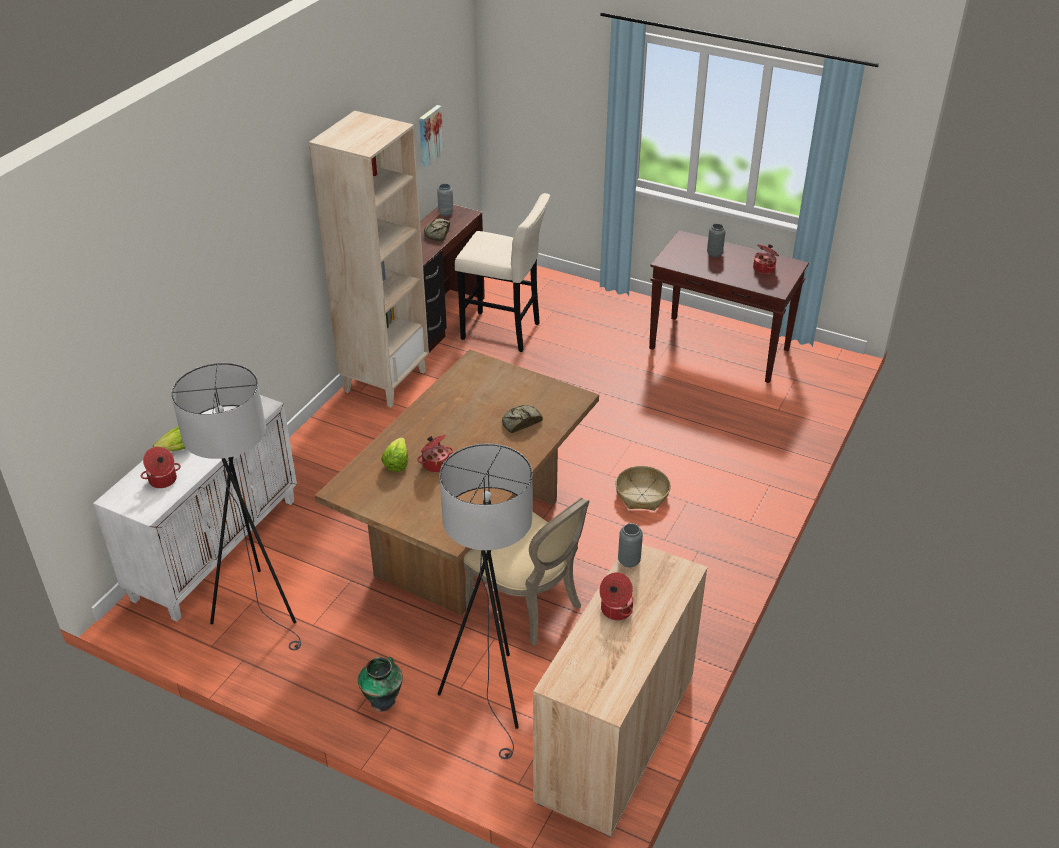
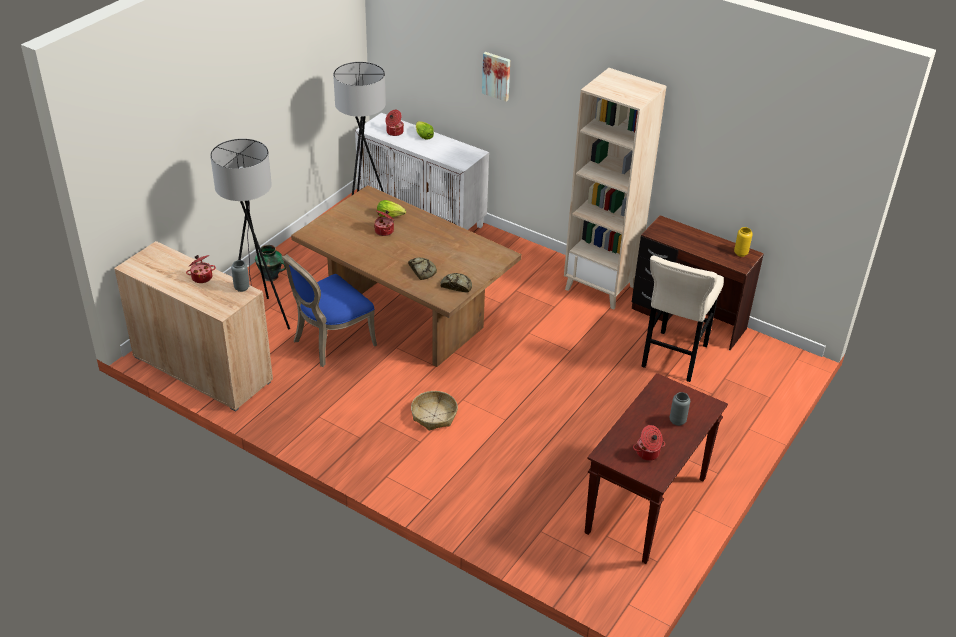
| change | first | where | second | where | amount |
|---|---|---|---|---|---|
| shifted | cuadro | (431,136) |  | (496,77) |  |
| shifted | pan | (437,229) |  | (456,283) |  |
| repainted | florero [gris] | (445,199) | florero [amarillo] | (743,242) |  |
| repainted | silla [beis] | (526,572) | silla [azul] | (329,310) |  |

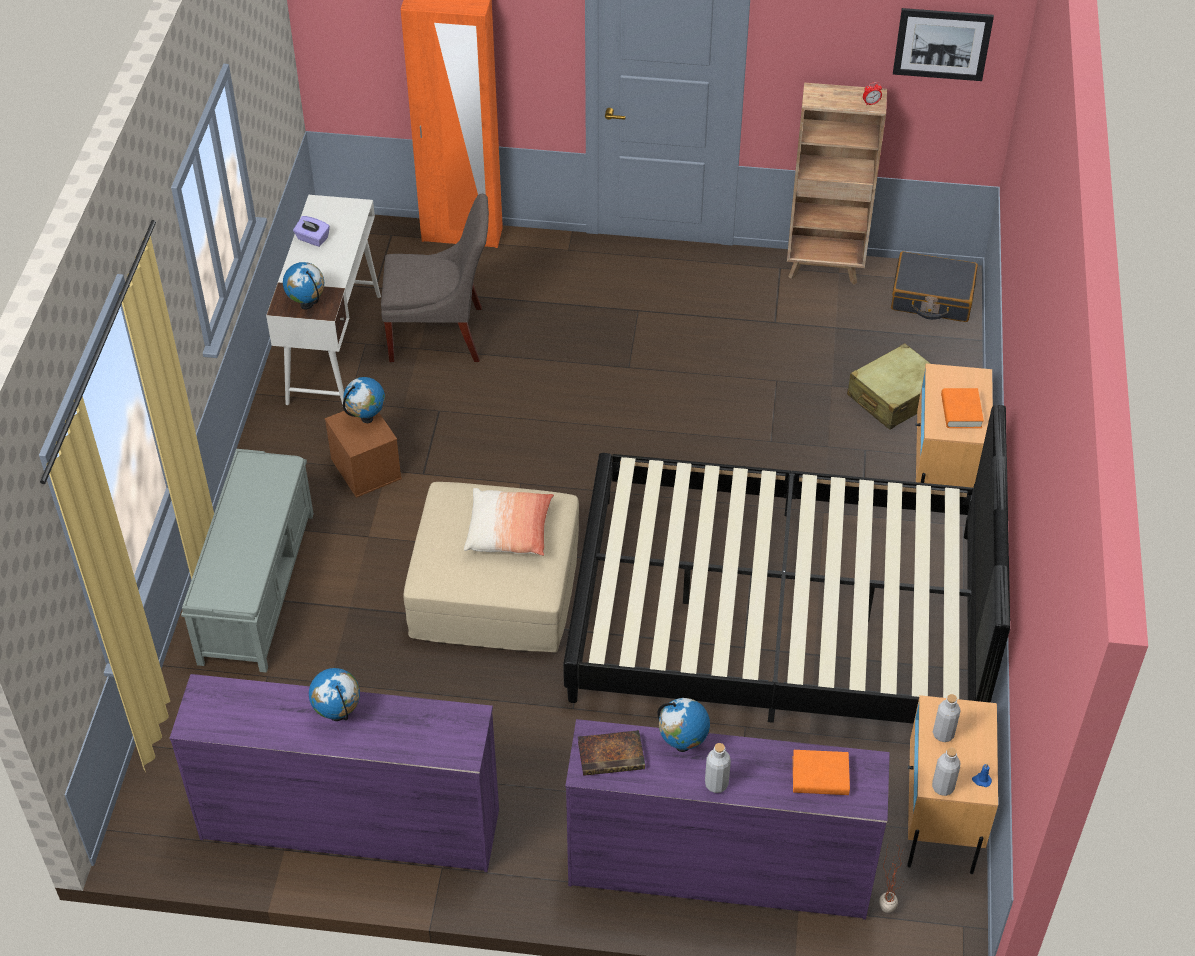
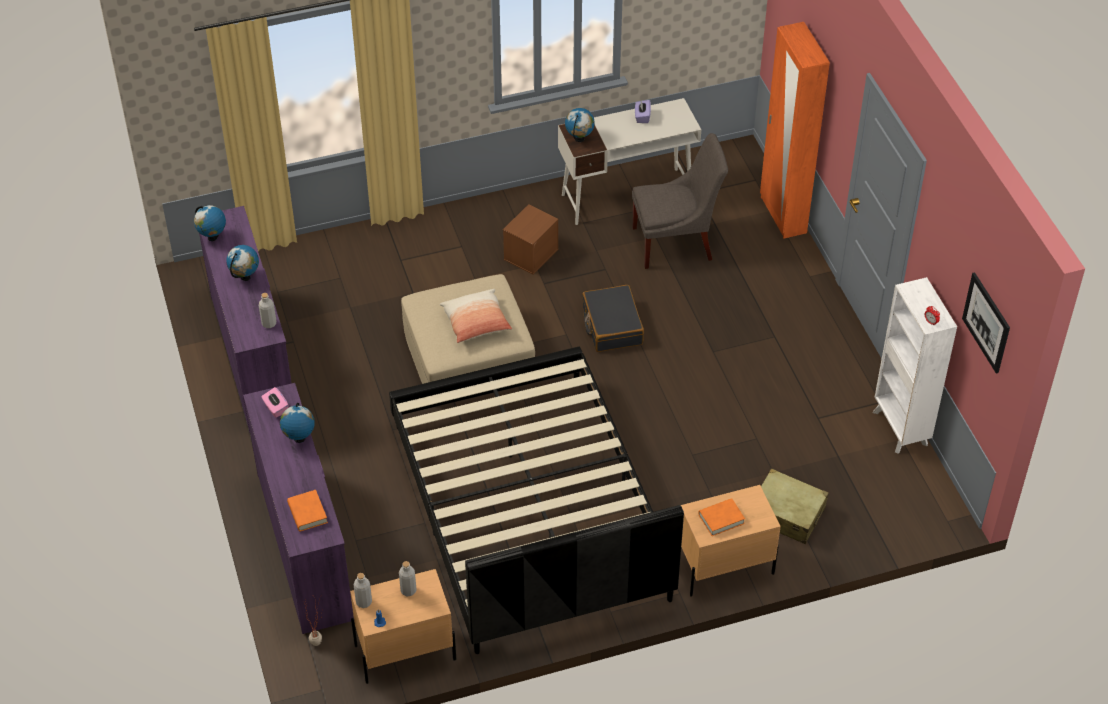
| change | first | where | second | where | amount |
|---|---|---|---|---|---|
| gone | banco [gris] | (247,561) |  |  |  |
| shifted | globo terráqueo | (364,400) |  | (210,223) |  |
| shifted | botella [gris] | (718,768) |  | (267,310) |  |
| shifted | maleta [negro] | (934,286) |  | (613,318) |  |
| swapped | libro | (611,753) | caja de pañuelos [rosa] | (274,402) |  |
| repainted | estantería [marrón] | (837,184) | estantería [blanco] | (915,365) |  |
| rotated | silla [gris] | (435,278) |  | (680,201) | 75 degrees counterclockwise |

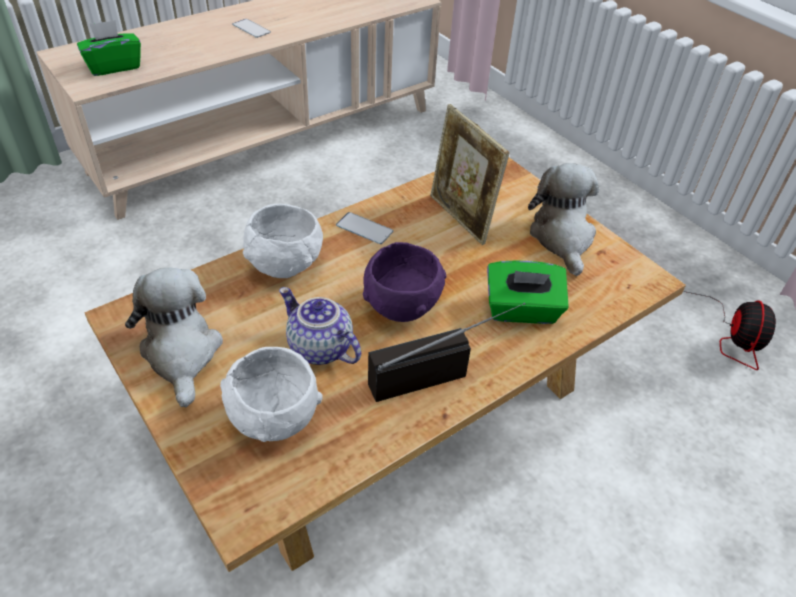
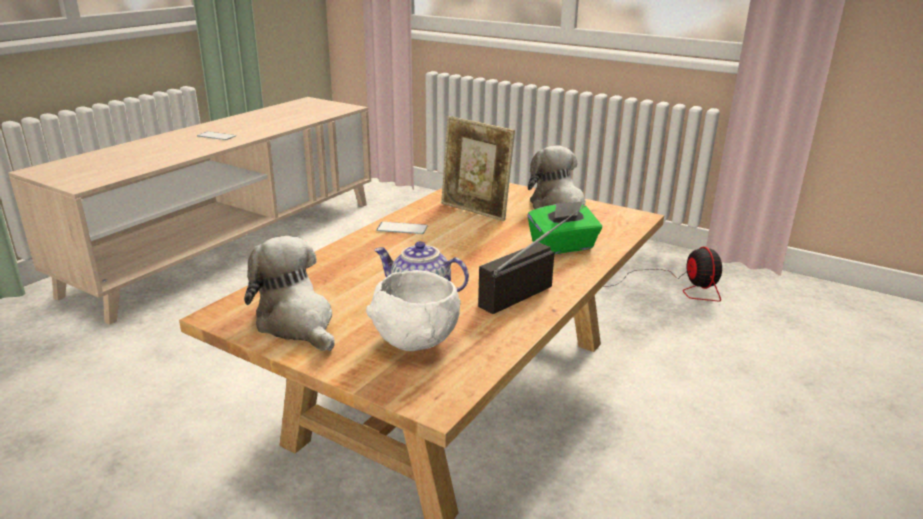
| change | first | where | second | where | amount |
|---|---|---|---|---|---|
| gone | caja de pañuelos [verde] | (109,48) |  |  |  |
| gone | cuenco [blanco] | (283,241) |  |  |  |
| gone | cuenco [morado] | (404,282) |  |  |  |

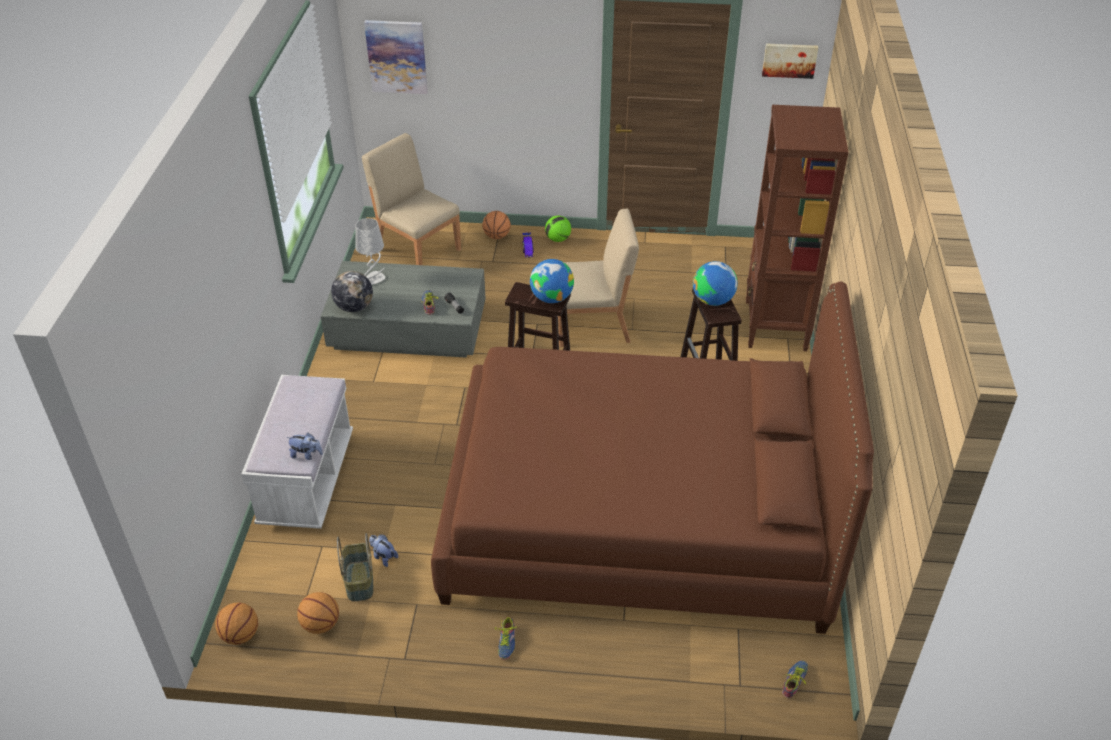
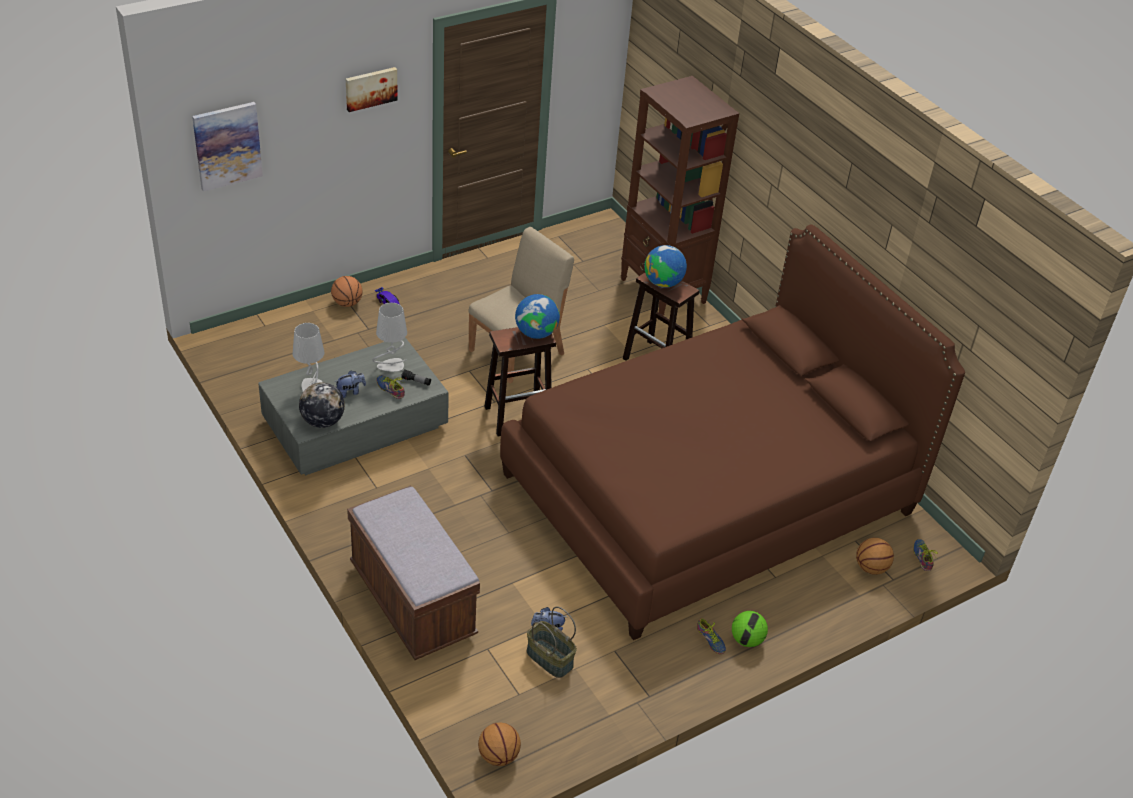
| change | first | where | second | where | amount |
|---|---|---|---|---|---|
| gone | silla [beis] | (411,199) |  |  |  |
| new |  |  | lámpara de mesa [gris] | (389,337) |  |
| shifted | peluche | (304,446) |  | (350,384) |  |
| shifted | balón de baloncesto | (318,613) |  | (875,556) |  |
| shifted | balón de fútbol | (558,228) |  | (750,629) |  |
| shifted | cuadro | (790,61) |  | (372,89) |  |
| repainted | banco [blanco] | (297,452) | banco [marrón] | (413,573) |  |

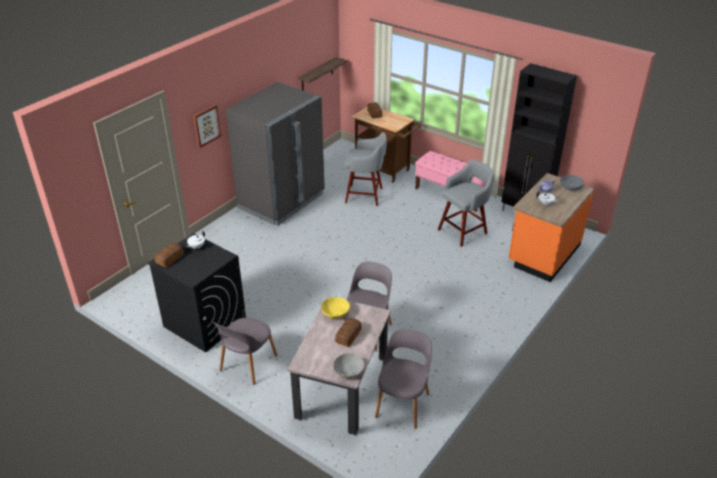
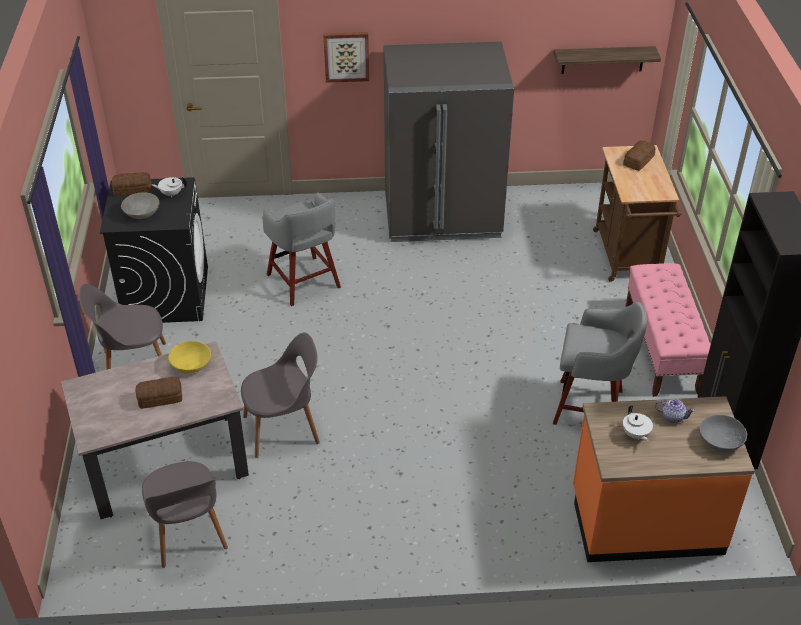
| change | first | where | second | where | amount |
|---|---|---|---|---|---|
| shifted | cuenco [gris] | (349,365) |  | (140,205) |  |
| shifted | taburete [gris] | (365,169) |  | (301,249) |  |
| rotated | silla [gris] | (403,379) |  | (185,514) | 90 degrees clockwise |

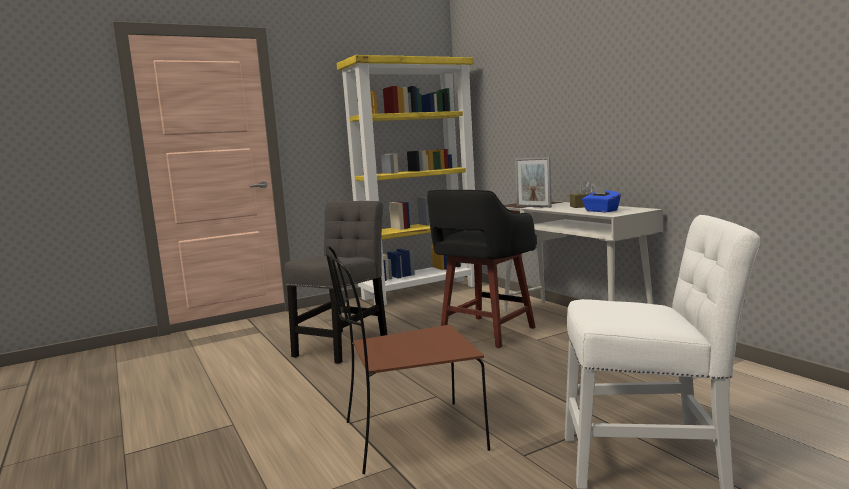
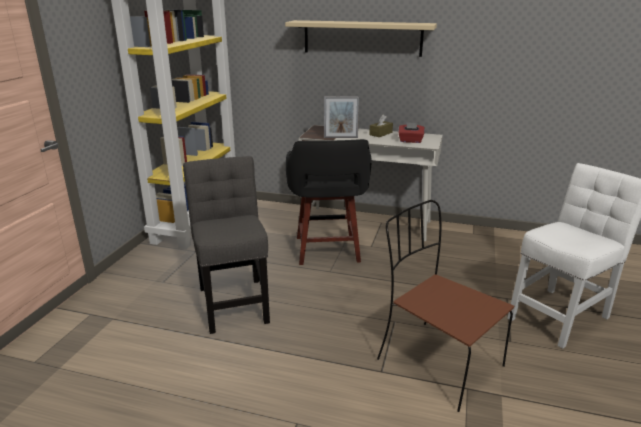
| change | first | where | second | where | amount |
|---|---|---|---|---|---|
| new |  |  | estante [beis] | (361,38) |  |
| repainted | caja de pañuelos [azul] | (601,199) | caja de pañuelos [rojo] | (412,132) |  |
| rotated | silla [marrón] | (408,360) |  | (445,306) | 105 degrees clockwise |

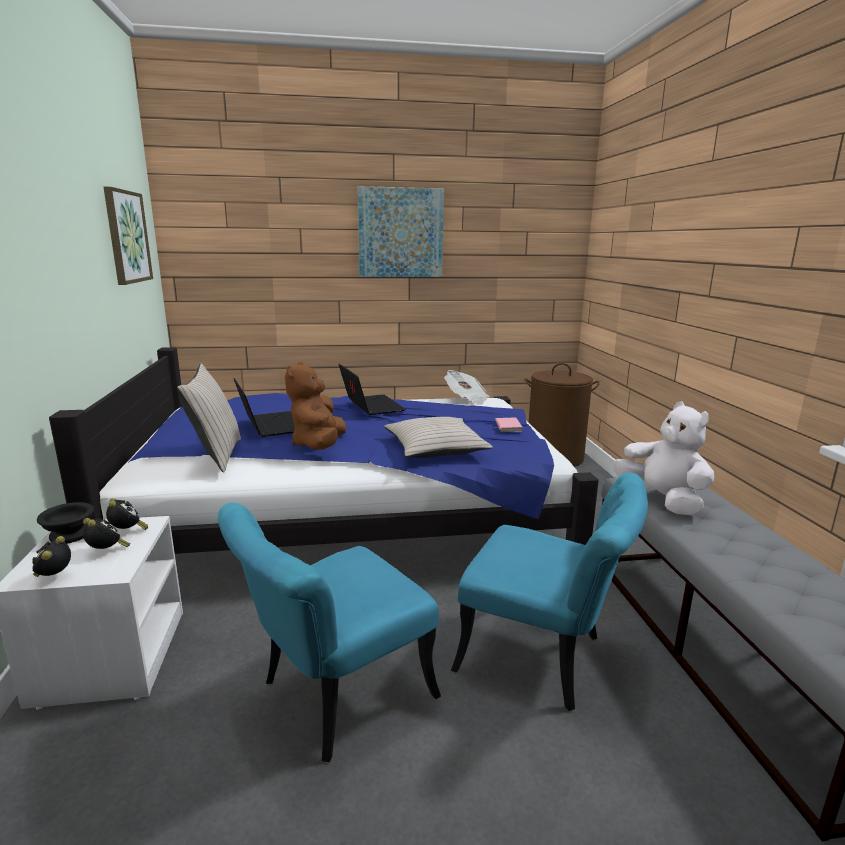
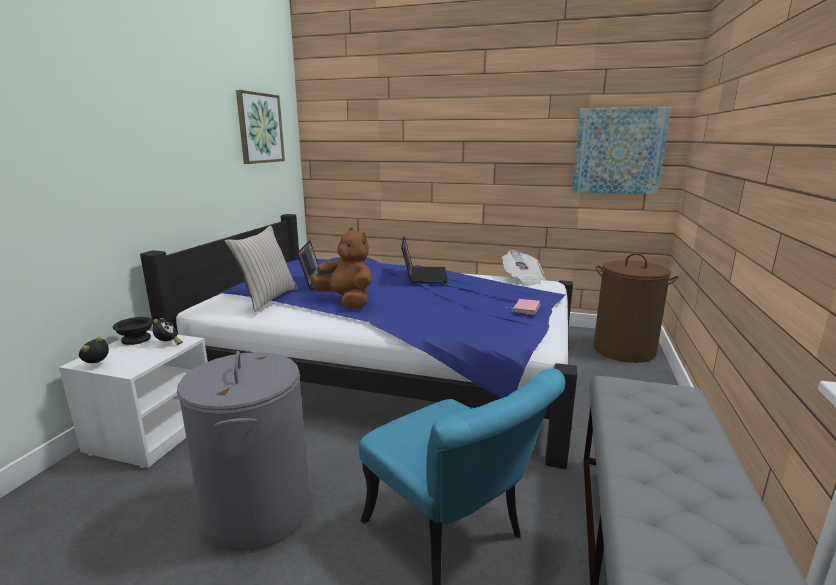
| change | first | where | second | where | amount |
|---|---|---|---|---|---|
| gone | despertador | (106,533) |  |  |  |
| gone | cojín [beis] | (438,437) |  |  |  |
| gone | peluche [blanco] | (663,458) |  |  |  |
| shifted | cuadro | (400,231) |  | (621,151) |  |
| swapped | silla [turquesa] | (329,632) | cesto de la ropa [gris] | (243,451) |  |
| rotated | peluche [marrón] | (316,405) |  | (341,267) | 105 degrees clockwise |

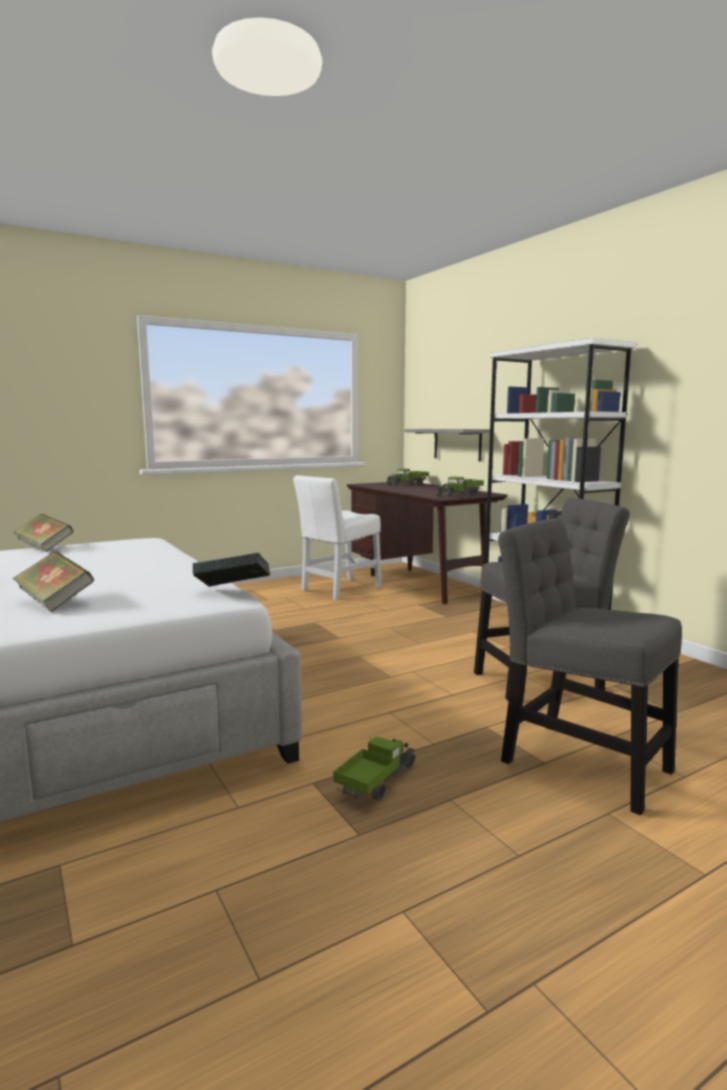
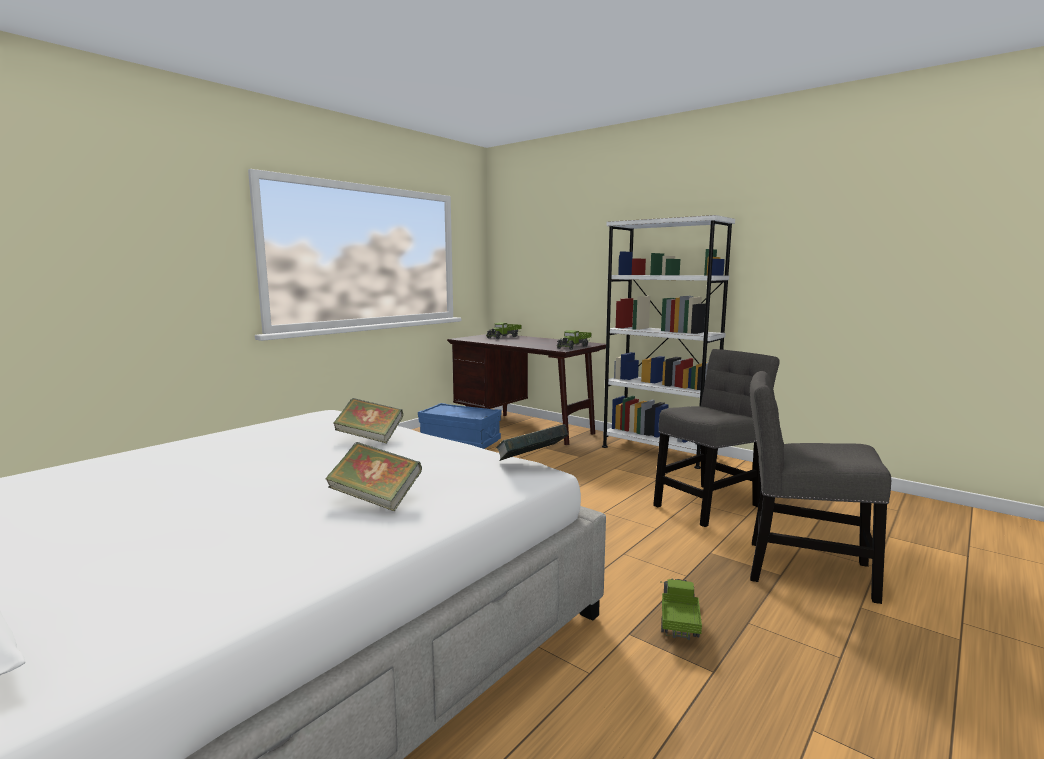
| change | first | where | second | where | amount |
|---|---|---|---|---|---|
| gone | estante [gris] | (447,445) |  |  |  |
| shifted | libro | (43,533) |  | (368,420) |  |
| swapped | silla [blanco] | (337,537) | caja de almacenaje [azul] | (459,426) |  |

